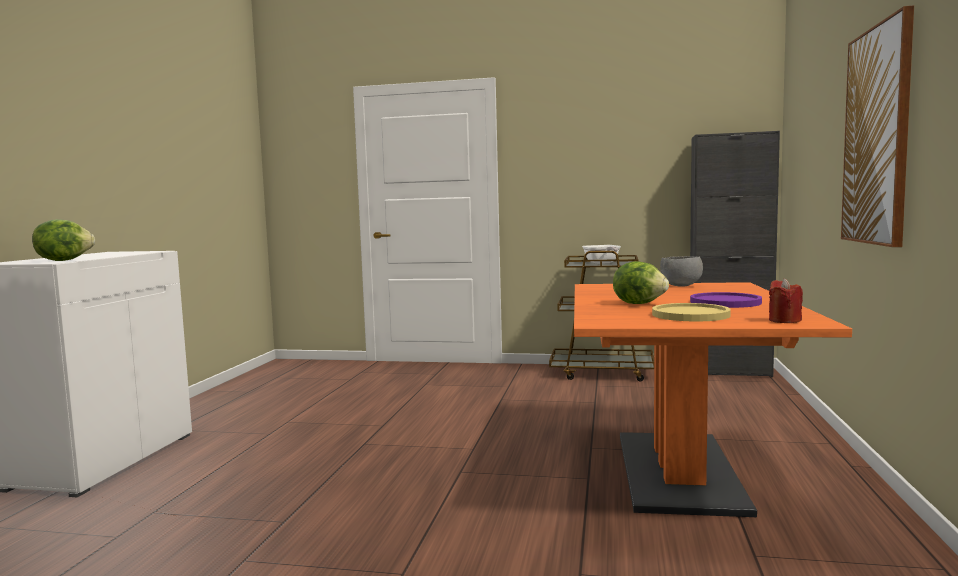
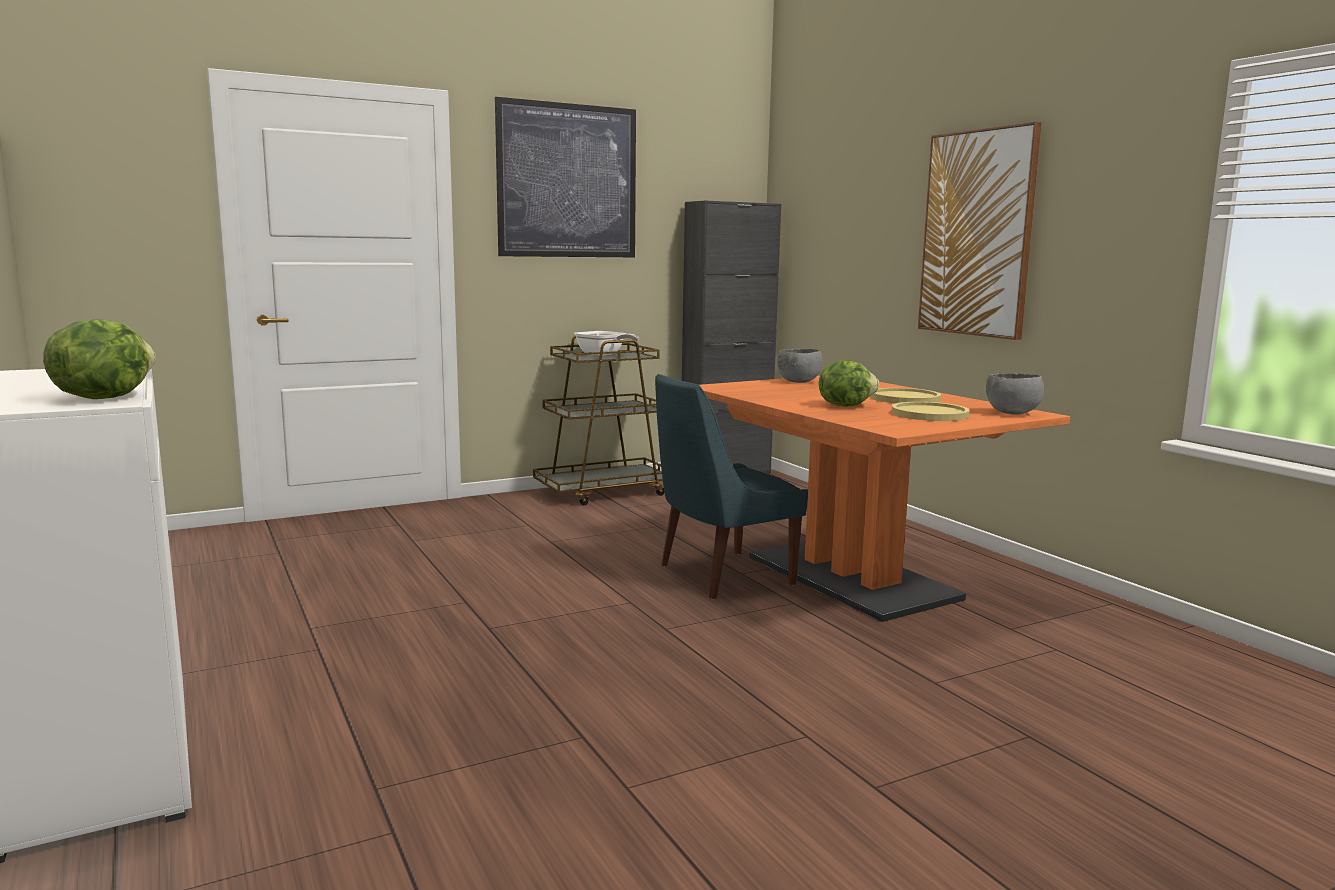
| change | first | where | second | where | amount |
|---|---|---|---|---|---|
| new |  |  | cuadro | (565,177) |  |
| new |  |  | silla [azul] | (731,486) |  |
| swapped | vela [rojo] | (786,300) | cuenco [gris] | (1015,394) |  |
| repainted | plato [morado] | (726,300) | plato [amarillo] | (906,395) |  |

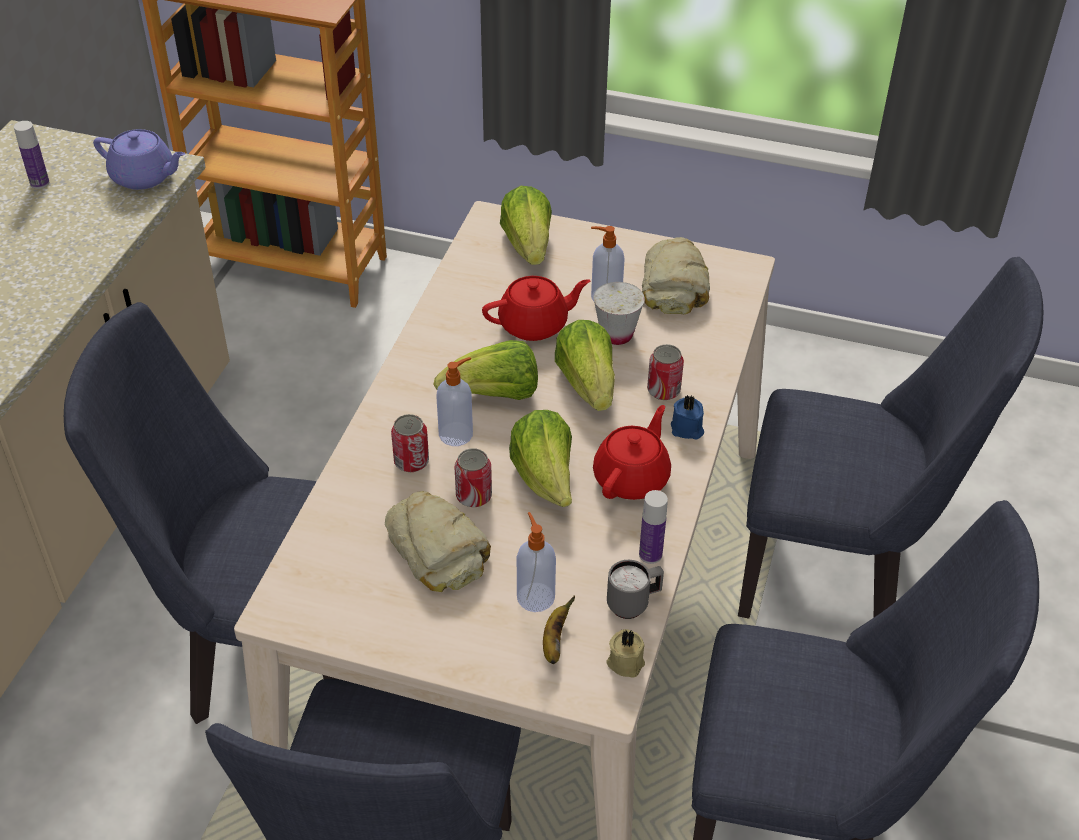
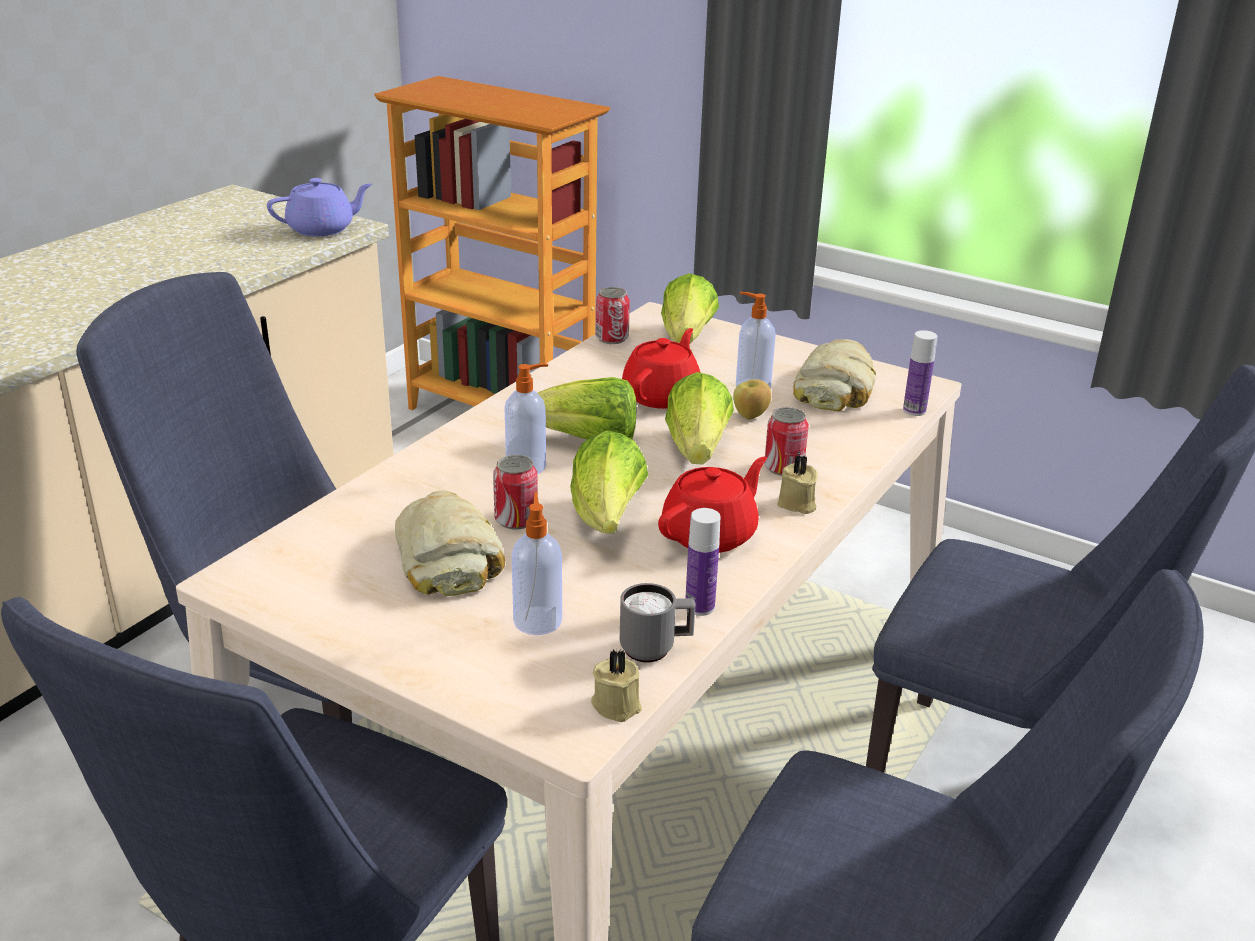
| change | first | where | second | where | amount |
|---|---|---|---|---|---|
| gone | plátano | (559,629) |  |  |  |
| shifted | botella | (31,155) |  | (920,373) |  |
| shifted | lata | (410,443) |  | (613,315) |  |
| swapped | taza [blanco] | (619,313) | manzana | (752,399) |  |
| repainted | vela [azul] | (687,417) | vela [beis] | (797,484) |  |
| rotated | tetera [morado] | (139,159) |  | (320,207) | 60 degrees counterclockwise |
| rotated | tetera [rojo] | (536,308) |  | (661,368) | 60 degrees counterclockwise |

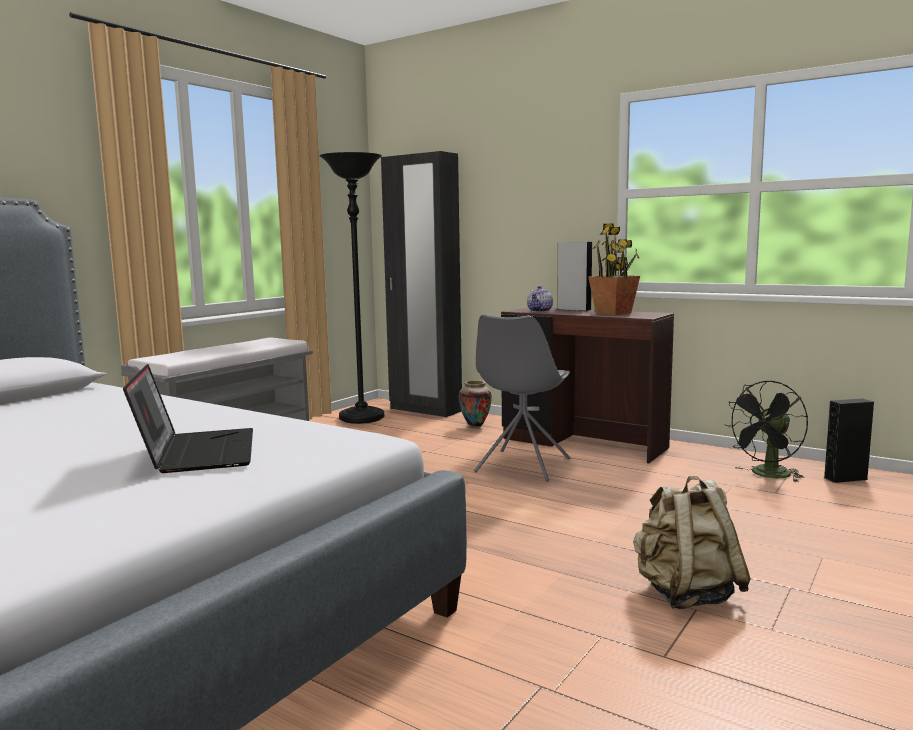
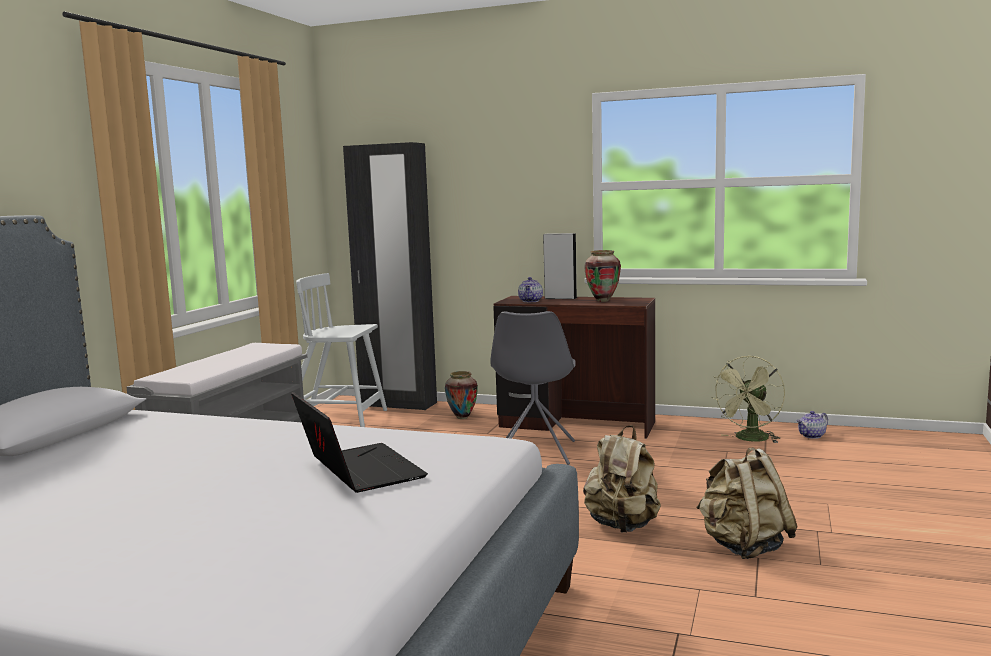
| change | first | where | second | where | amount |
|---|---|---|---|---|---|
| new |  |  | mochila [beis] | (622,478) |  |
| swapped | lámpara de pie [negro] | (352,288) | silla [blanco] | (341,350) |  |
| swapped | planta en maceta | (614,269) | florero | (602,276) |  |
| swapped | altavoz [negro] | (849,441) | tetera | (812,425) |  |
| repainted | ventilador [negro] | (766,431) | ventilador [verde] | (748,399) |  |

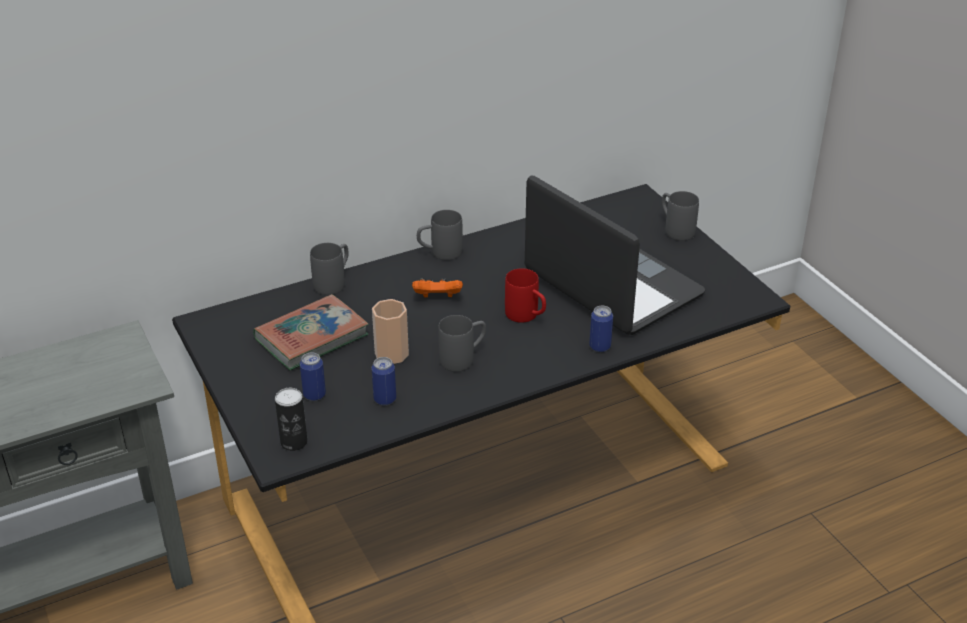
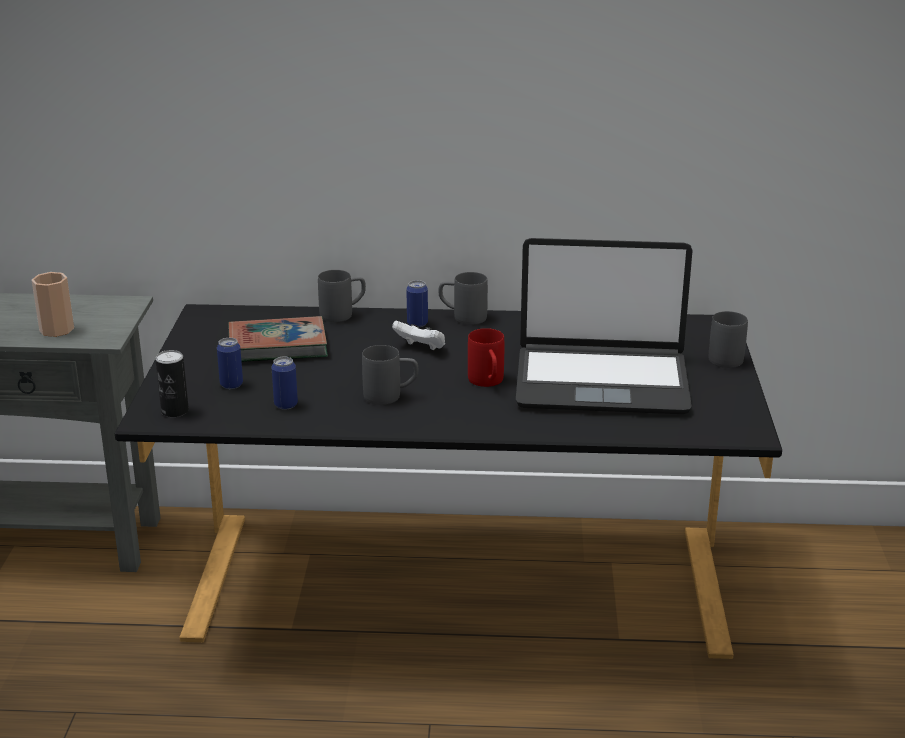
| change | first | where | second | where | amount |
|---|---|---|---|---|---|
| shifted | taza | (390,331) |  | (53,304) |  |
| shifted | lata | (601,329) |  | (417,303) |  |
| repainted | mando de consola [naranja] | (437,288) | mando de consola [blanco] | (418,335) |  |
| rotated | portátil | (615,255) |  | (604,326) | 105 degrees clockwise |

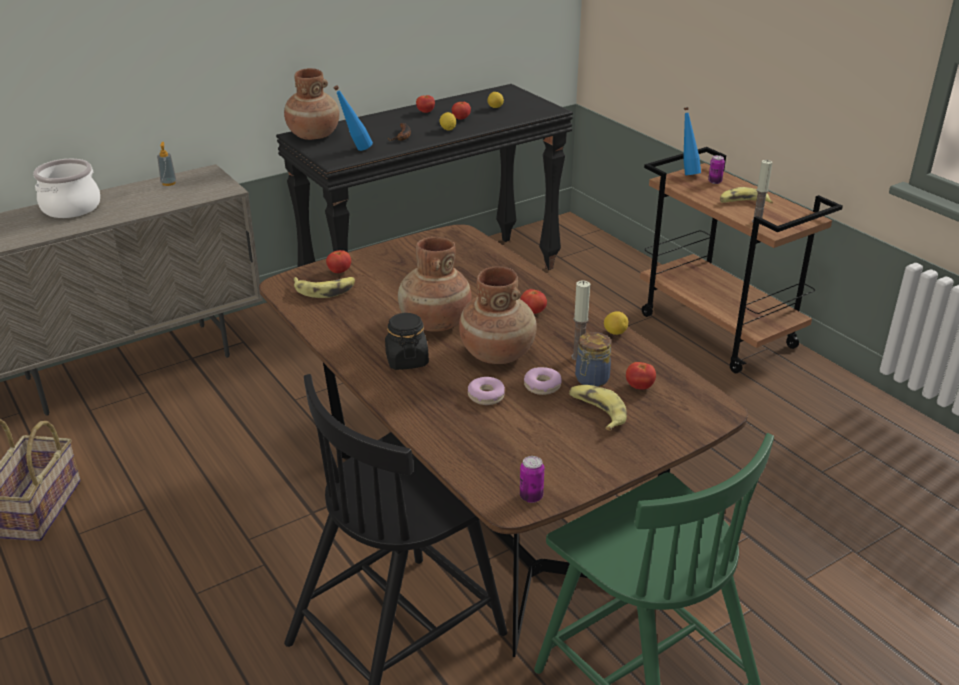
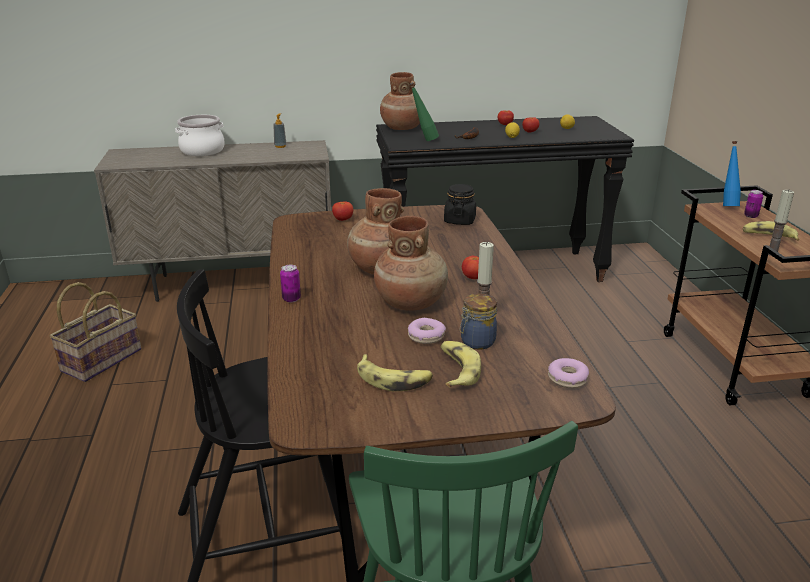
| change | first | where | second | where | amount |
|---|---|---|---|---|---|
| gone | limón | (616,323) |  |  |  |
| gone | tomate | (641,376) |  |  |  |
| shifted | plátano | (324,287) |  | (395,372) |  |
| shifted | tarro [negro] | (407,341) |  | (460,204) |  |
| shifted | rosquilla | (486,391) |  | (568,373) |  |
| shifted | lata | (532,479) |  | (290,283) |  |
| repainted | botella [azul] | (353,118) | botella [verde] | (424,112) |  |

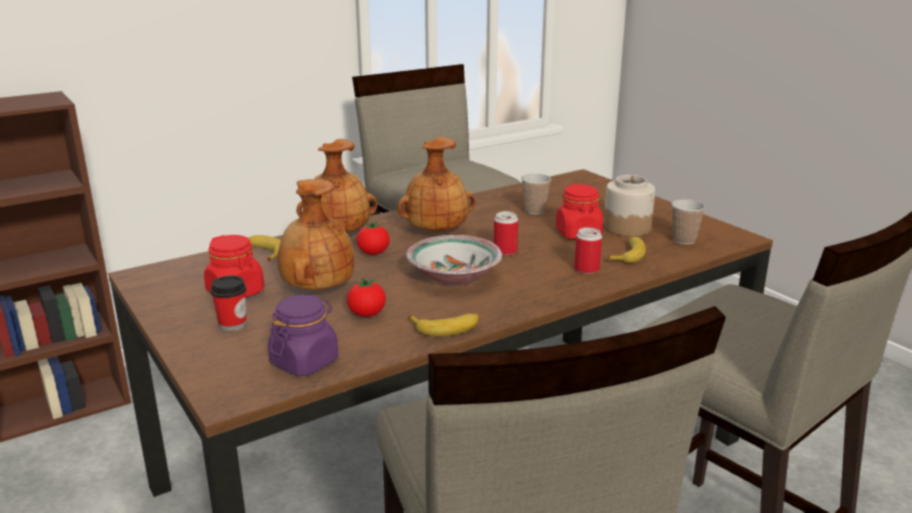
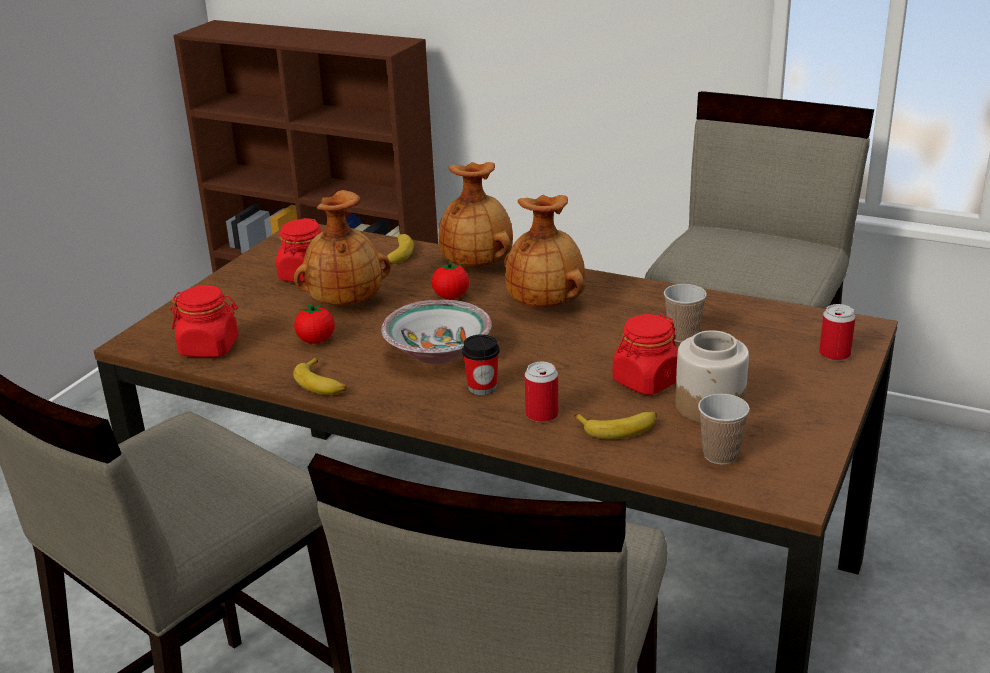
| change | first | where | second | where | amount |
|---|---|---|---|---|---|
| shifted | taza | (228,303) |  | (481,364) |  |
| shifted | lata | (506,233) |  | (837,332) |  |
| repainted | tarro [morado] | (303,335) | tarro [rojo] | (204,321) |  |

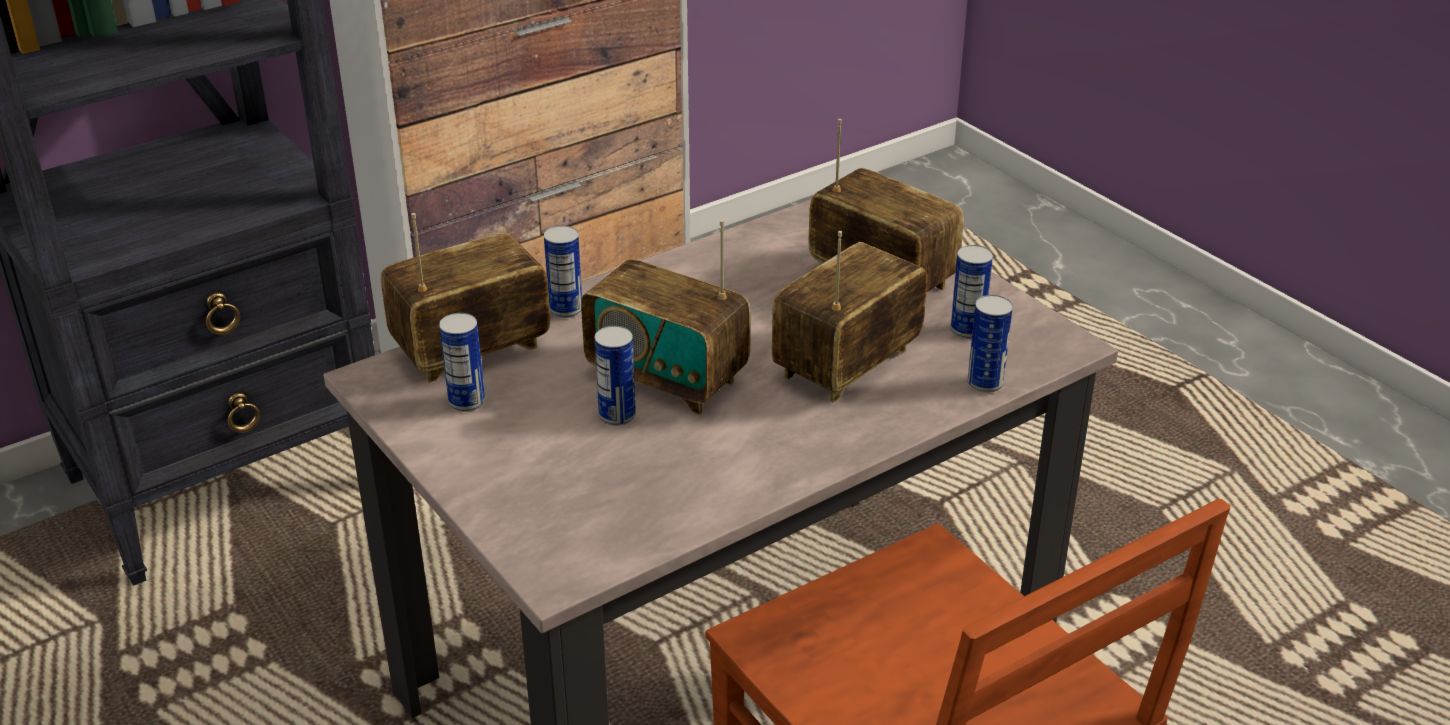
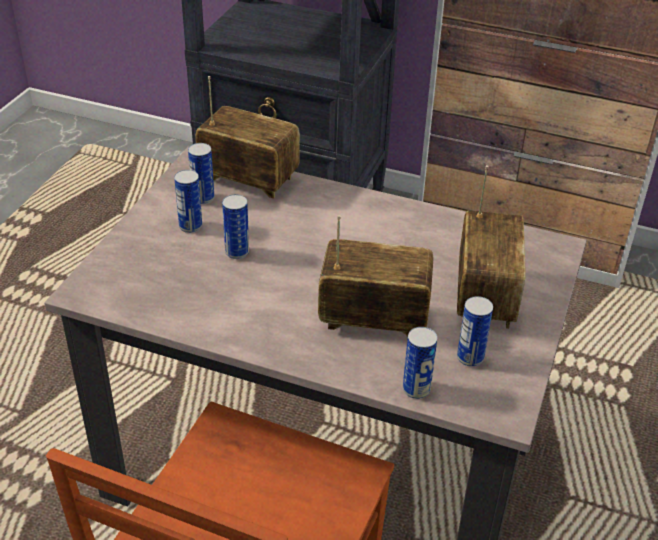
| change | first | where | second | where | amount |
|---|---|---|---|---|---|
| gone | radio | (666,317) |  |  |  |
| shifted | lata | (563,271) |  | (188,201) |  |

